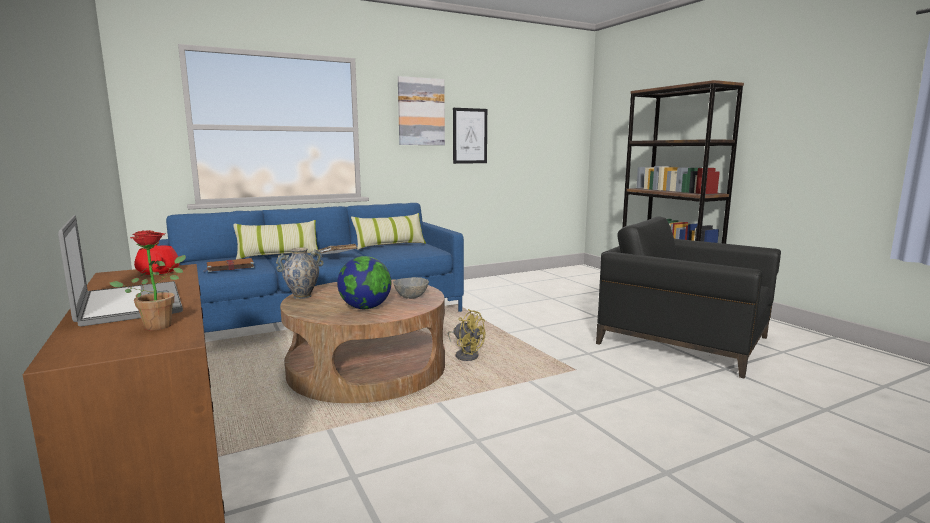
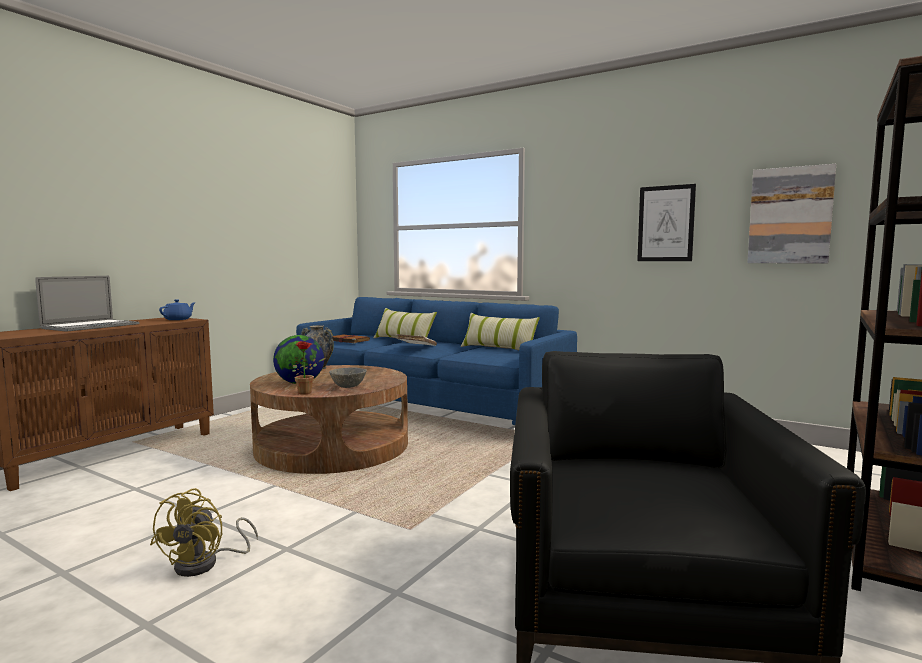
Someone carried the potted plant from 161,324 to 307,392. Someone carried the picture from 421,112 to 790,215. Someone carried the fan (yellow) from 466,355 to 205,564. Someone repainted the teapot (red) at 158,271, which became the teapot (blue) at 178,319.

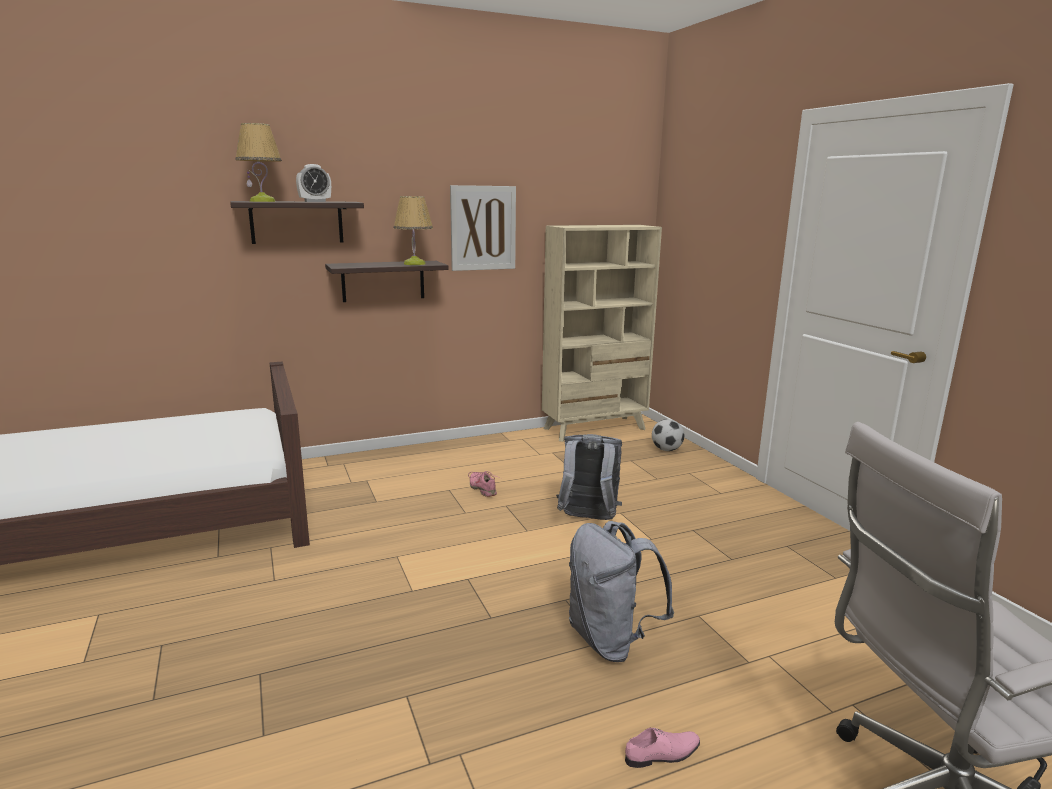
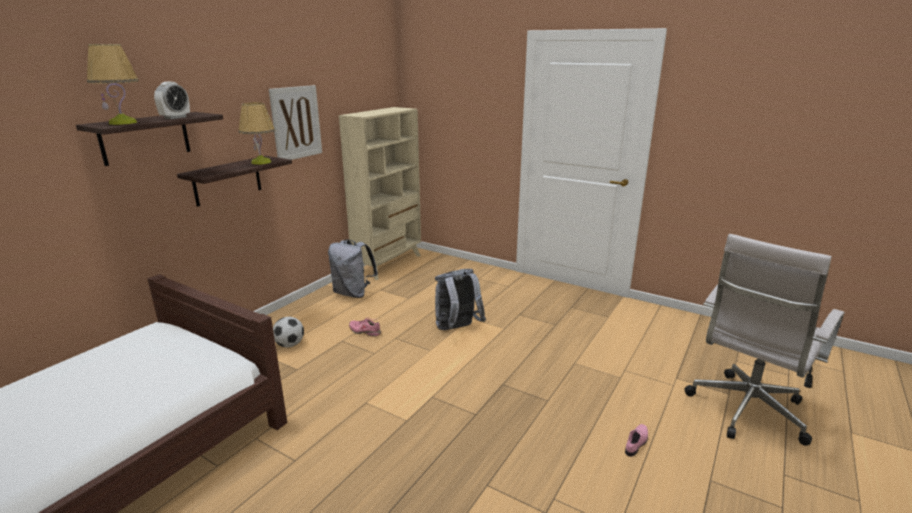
Someone carried the backpack (grey) from 611,640 to 353,293. Someone carried the football from 666,450 to 290,345.

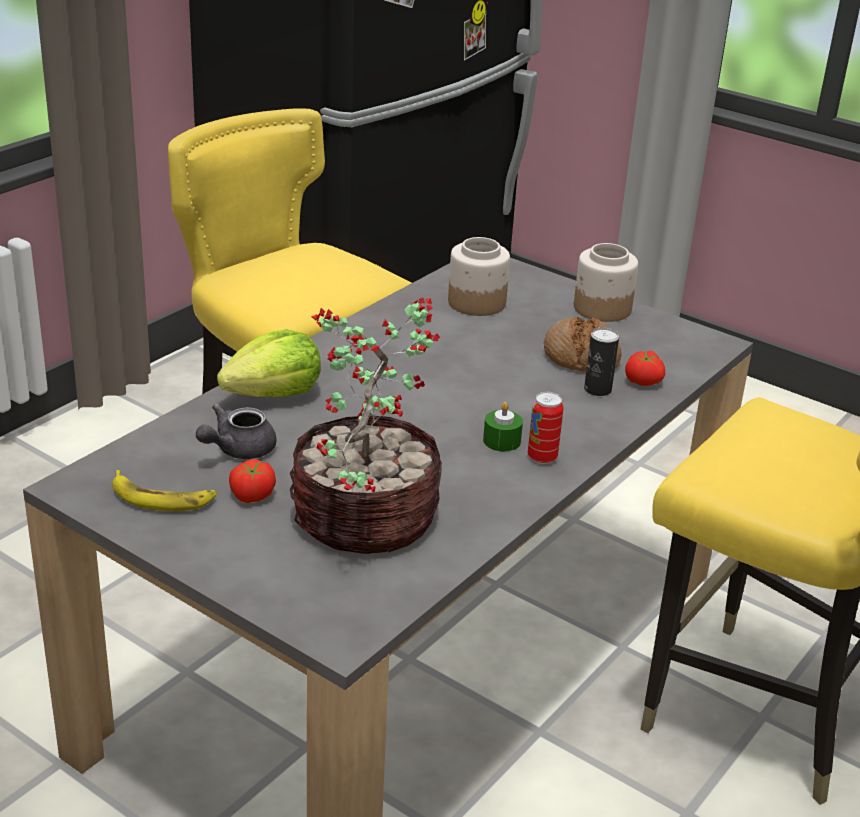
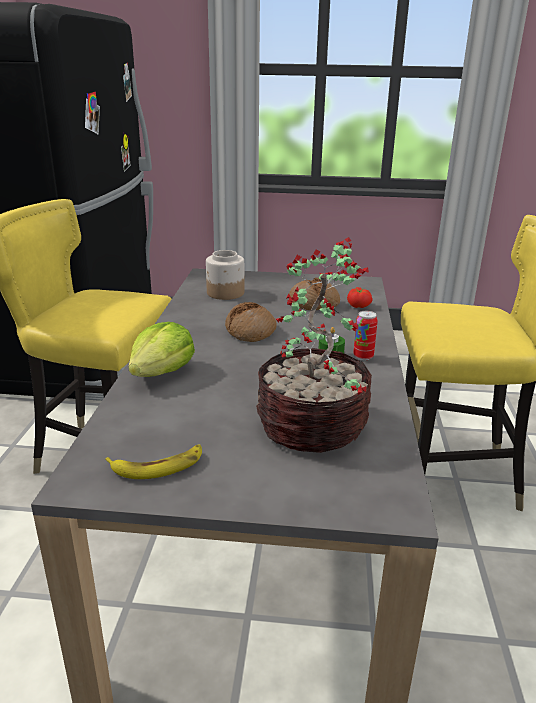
Someone took away the teapot (grey) at 237,450. Someone took away the tomato at 251,494. Someone took away the jar at 602,309. Someone took away the can at 597,389. Someone put down the bread at 251,331.

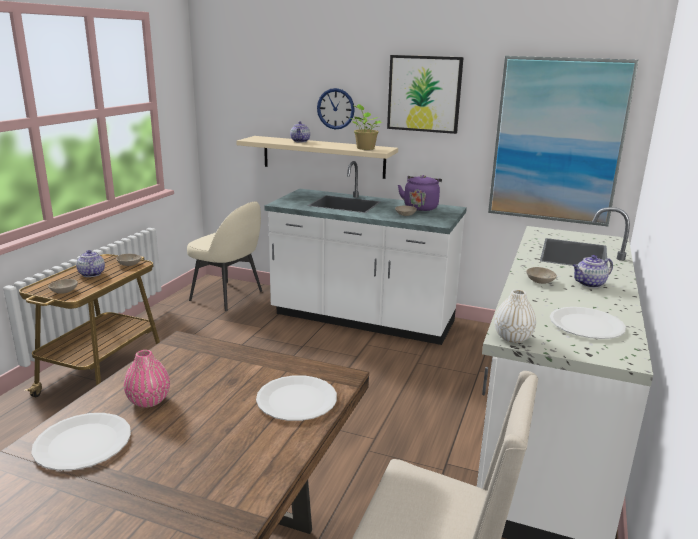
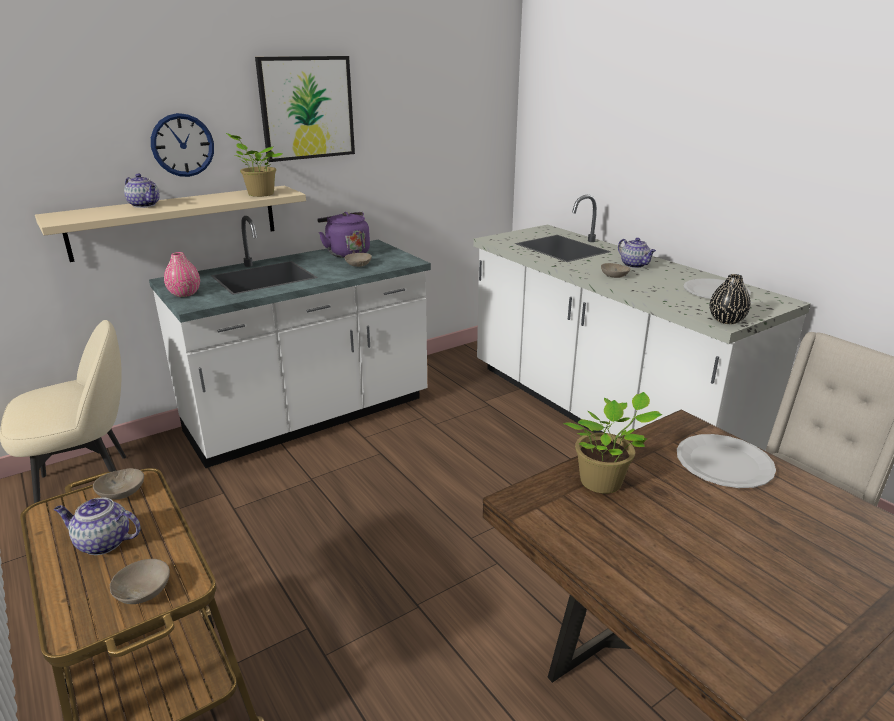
Someone took away the plate (white) at 83,443. Someone took away the picture at 557,141. Someone put down the potted plant at 604,483. Someone carried the vase (pink) from 149,401 to 184,294. Someone repainted the vase (white) at 512,338, which became the vase (black) at 726,320. Someone rotated the teapot at 589,284 by 45 degrees counterclockwise.

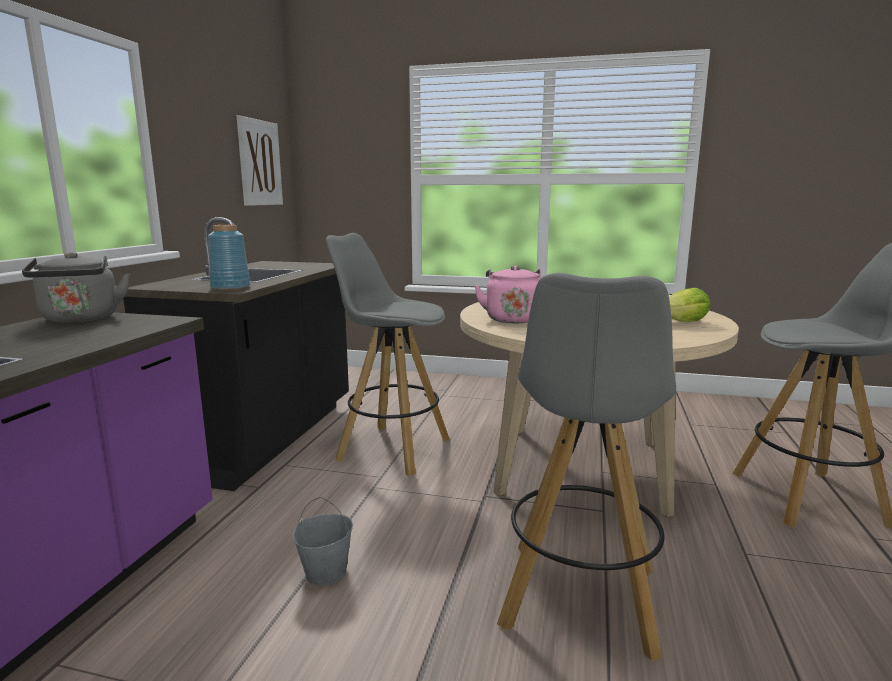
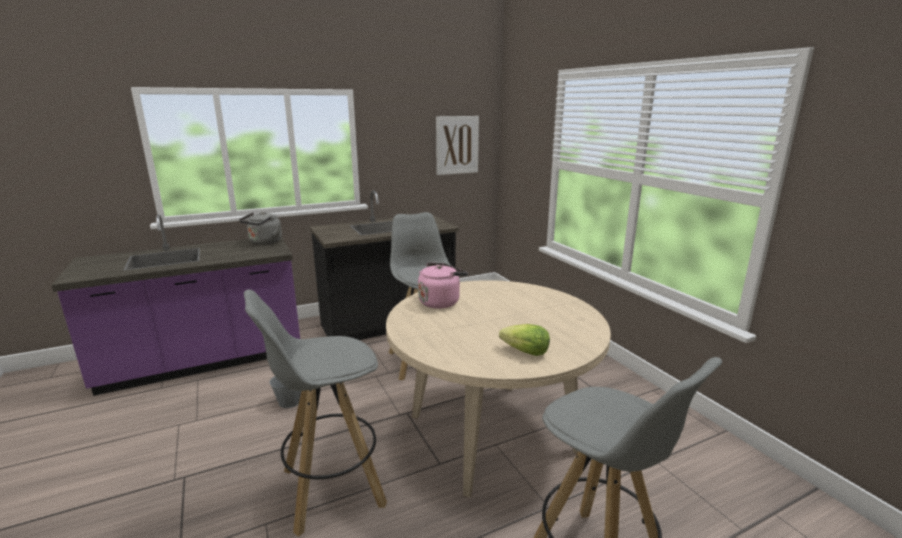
Someone took away the vase (blue) at 231,288.

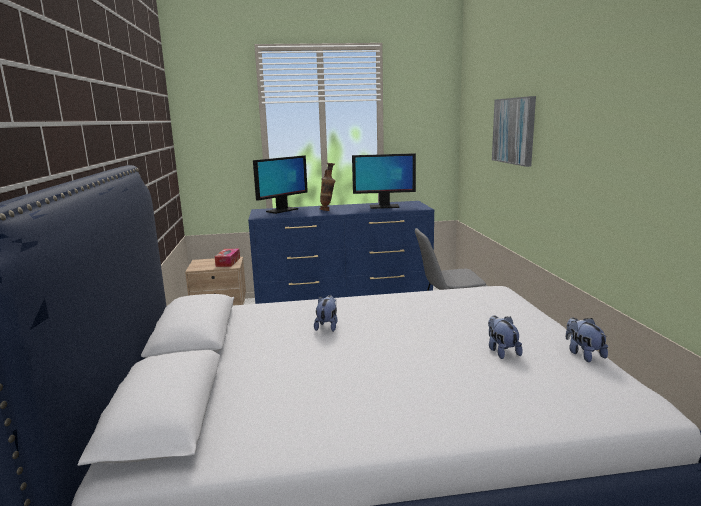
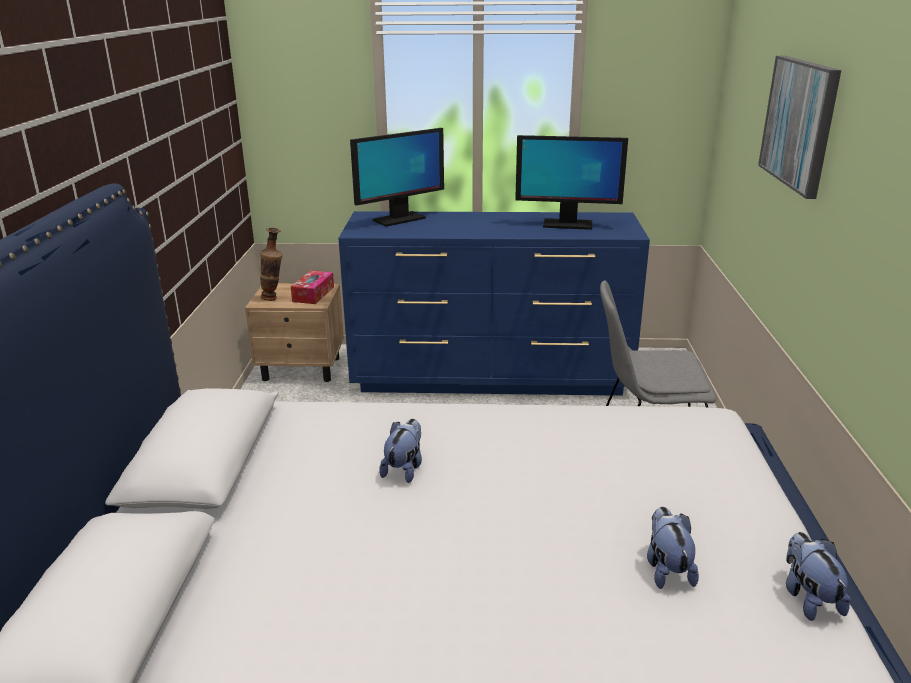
Someone carried the vase from 328,210 to 274,299.

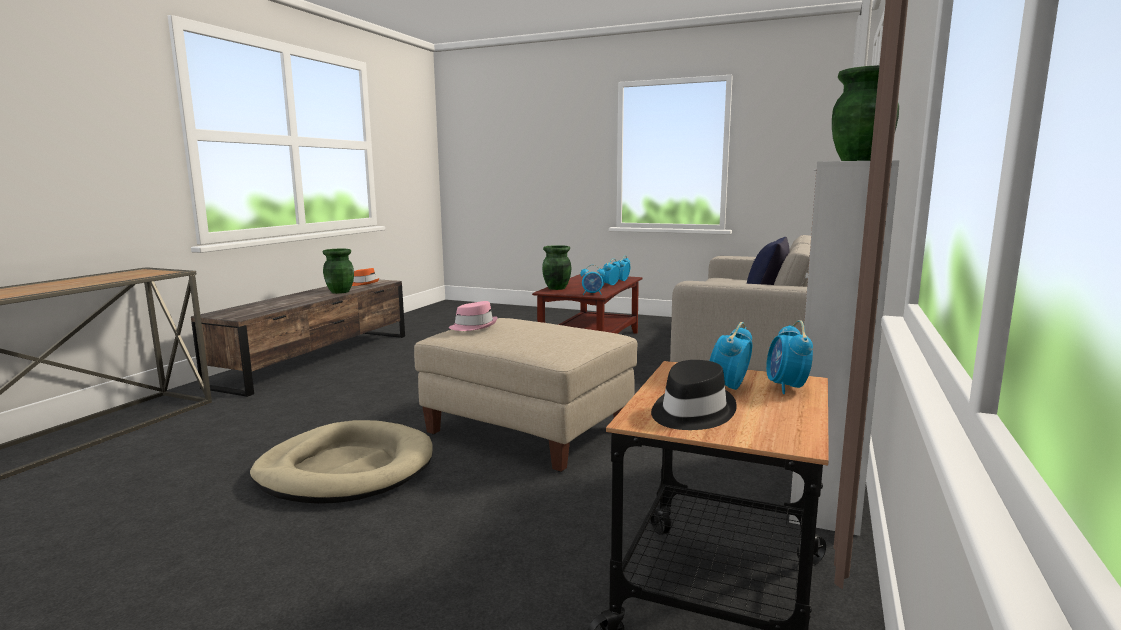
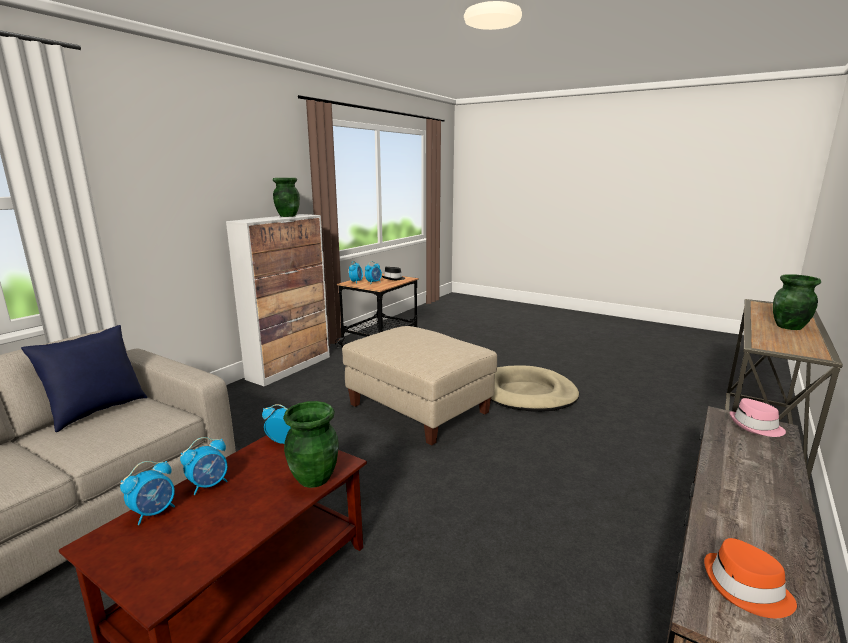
Someone carried the vase (green) from 340,292 to 789,327. Someone carried the hat (pink) from 474,326 to 756,426.

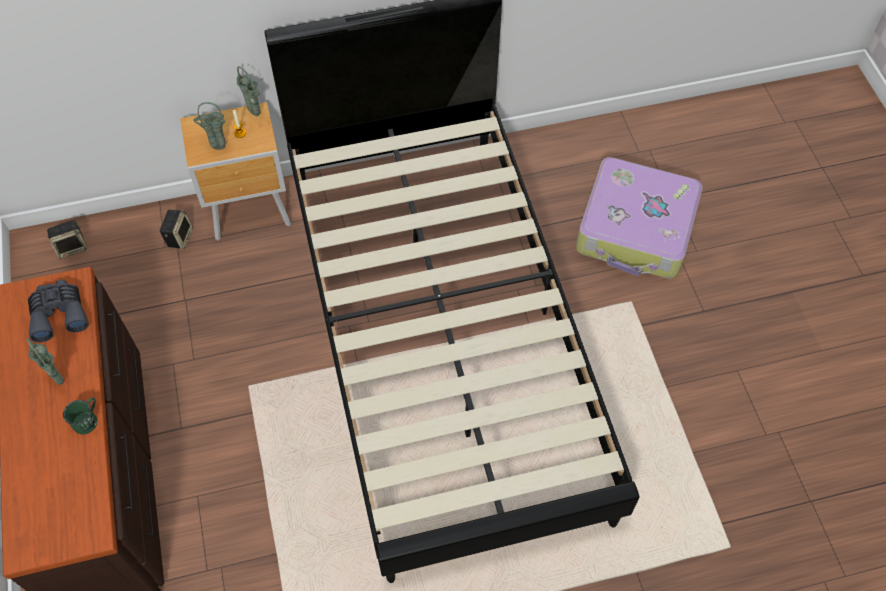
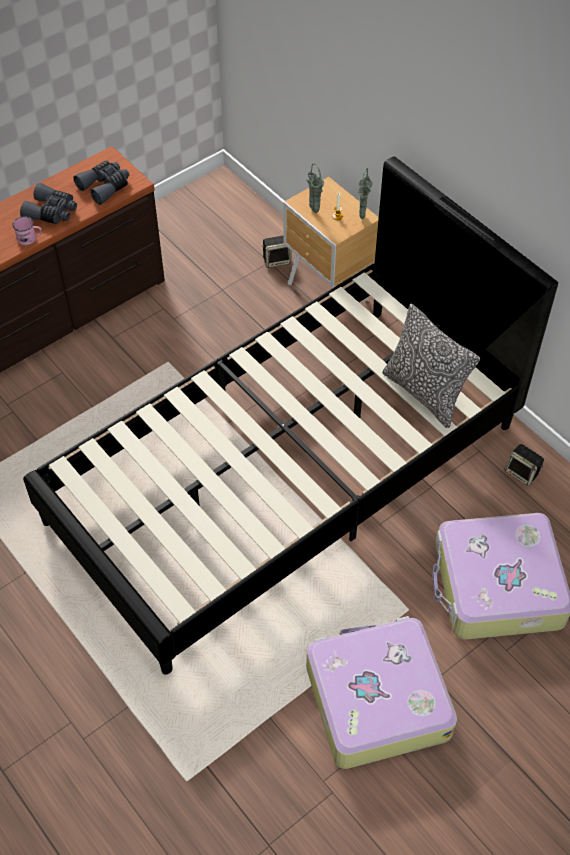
Someone put down the suitcase at 376,699. Someone put down the pillow at 424,393. Someone carried the speaker from 72,247 to 522,473. Someone swapped the vase (green) at 60,382 for the binoculars (grey) at 52,212. Someone repainted the mug (green) at 88,419, which became the mug (pink) at 30,239.

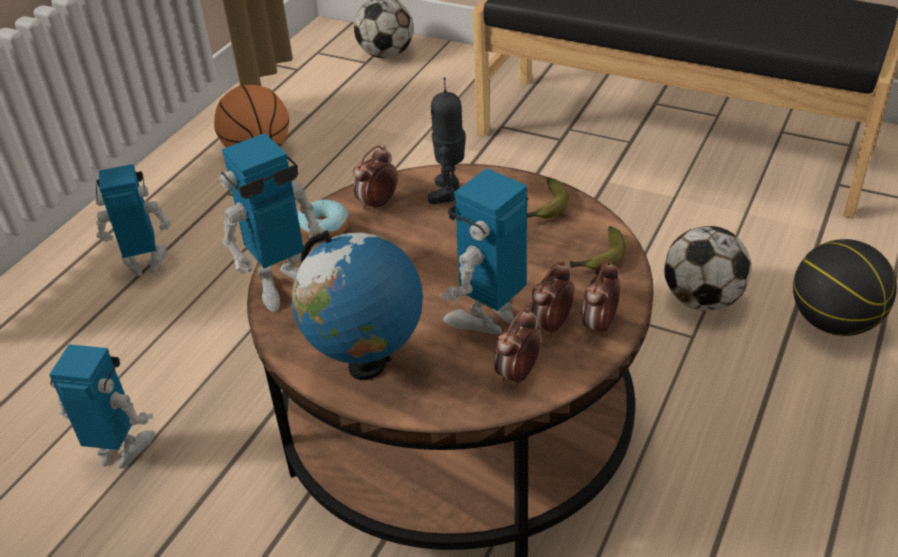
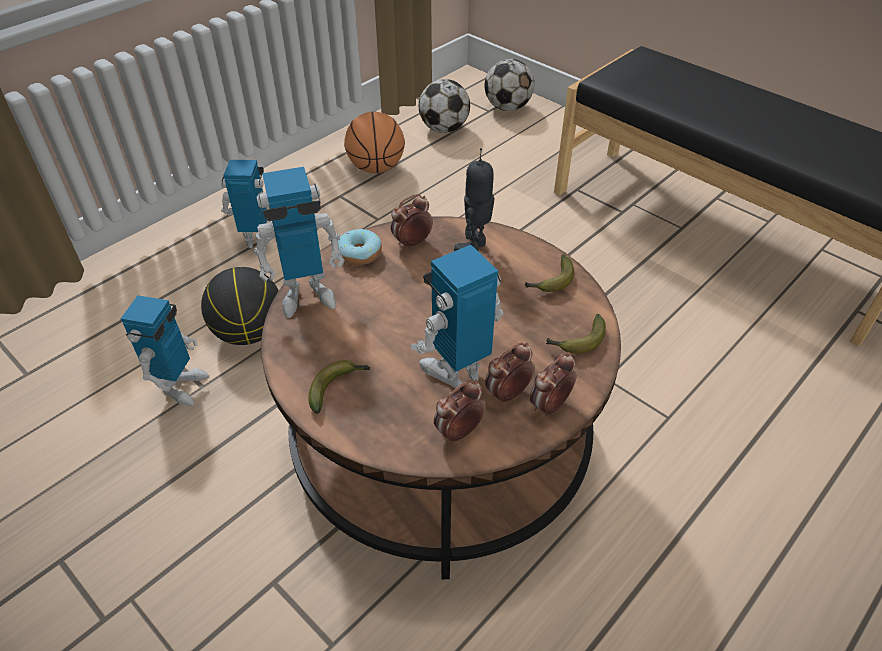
Someone carried the football from 702,299 to 444,129. Someone carried the basketball from 834,322 to 248,333. Someone swapped the globe at 366,366 for the banana at 338,387. Someone rotated the toy robot at 120,451 by 75 degrees clockwise.

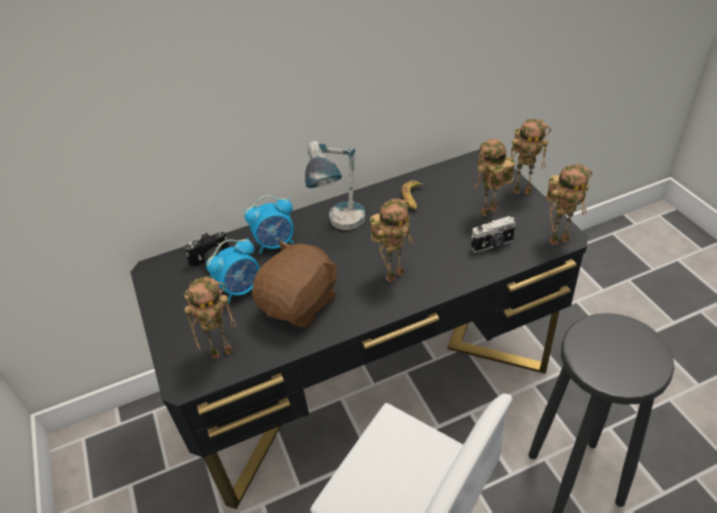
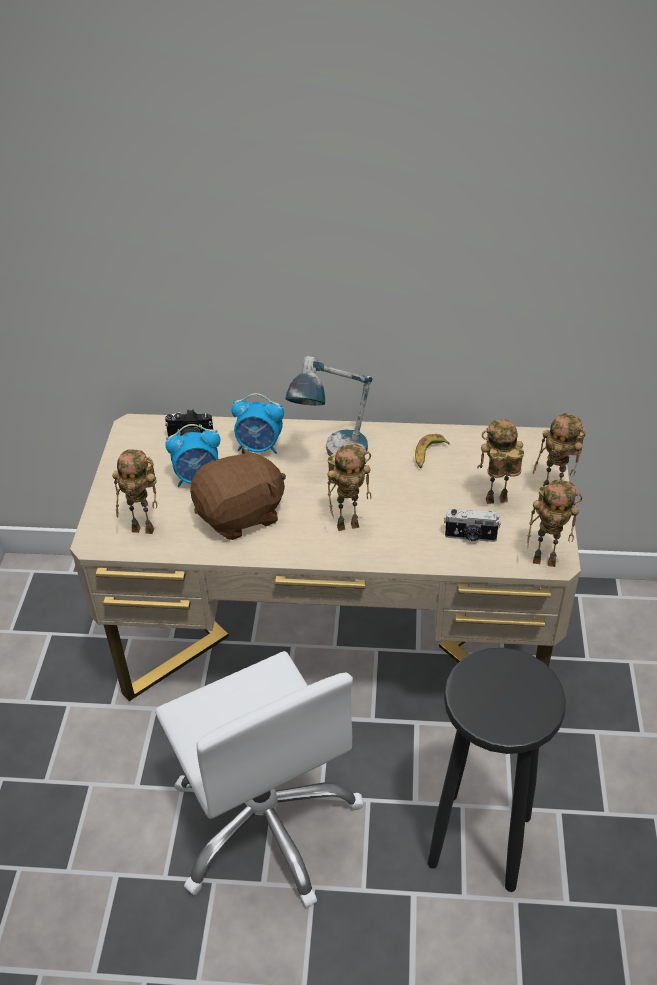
Someone repainted the desk (black) at 370,381, which became the desk (beige) at 333,642.

